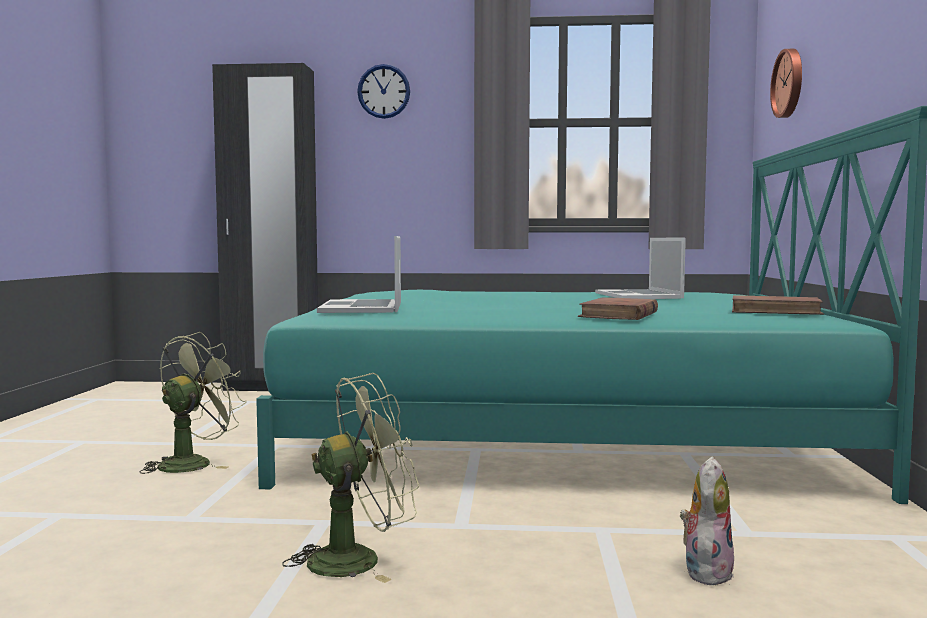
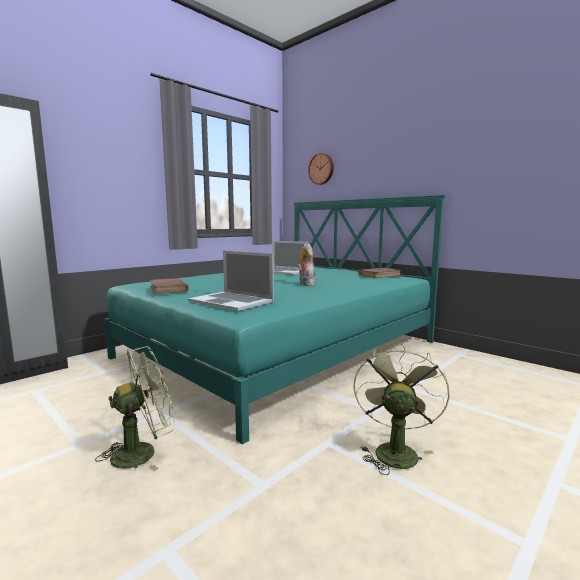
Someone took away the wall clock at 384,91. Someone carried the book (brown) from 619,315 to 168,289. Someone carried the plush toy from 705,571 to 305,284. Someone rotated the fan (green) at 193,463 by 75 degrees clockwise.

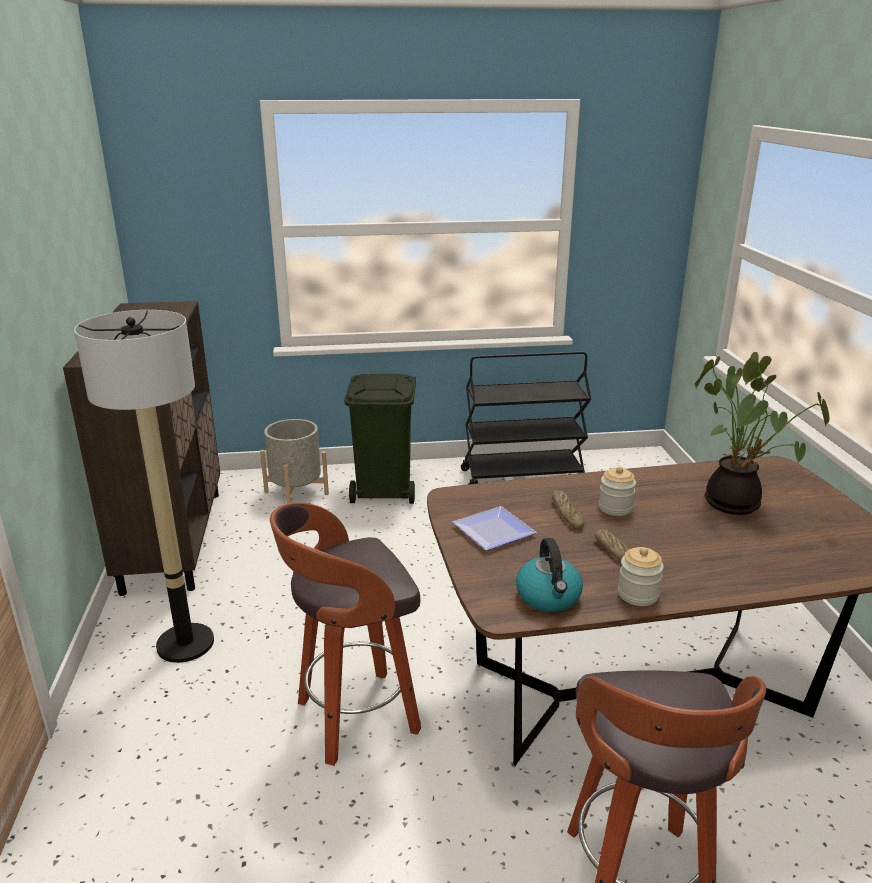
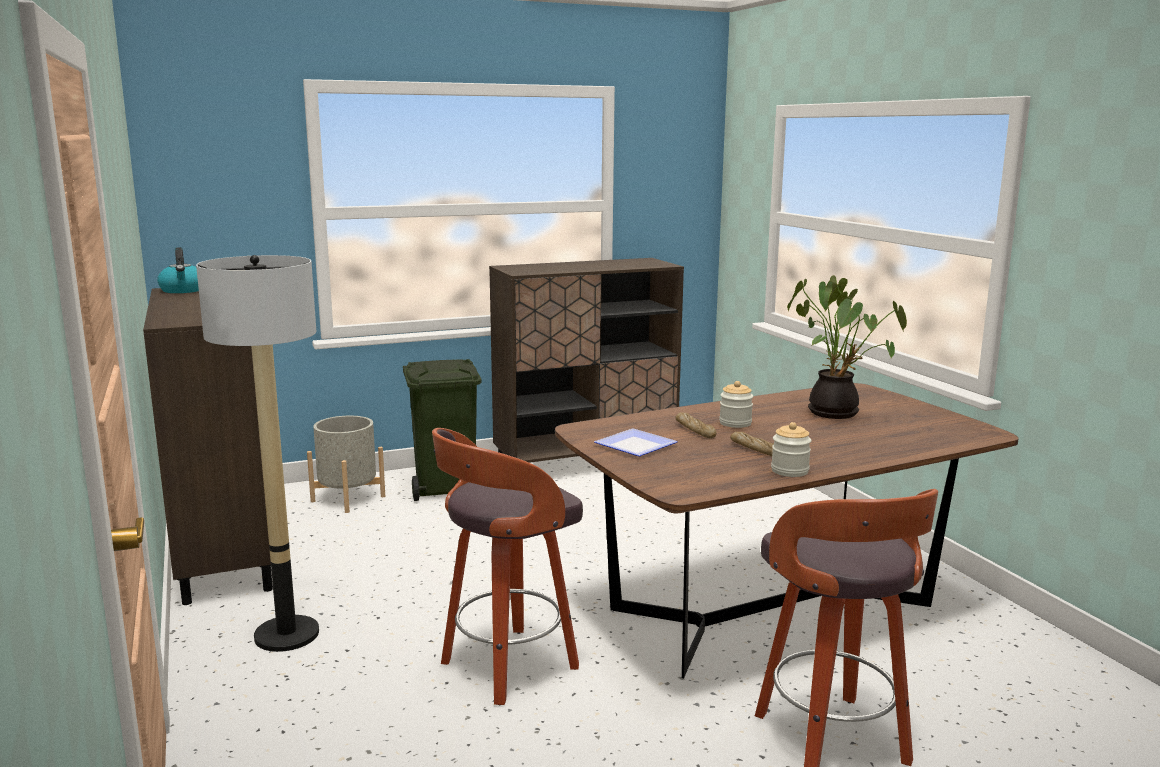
Someone carried the kettle from 549,597 to 183,290. Someone swapped the cart (black) at 522,476 for the cabinet (brown) at 586,463.

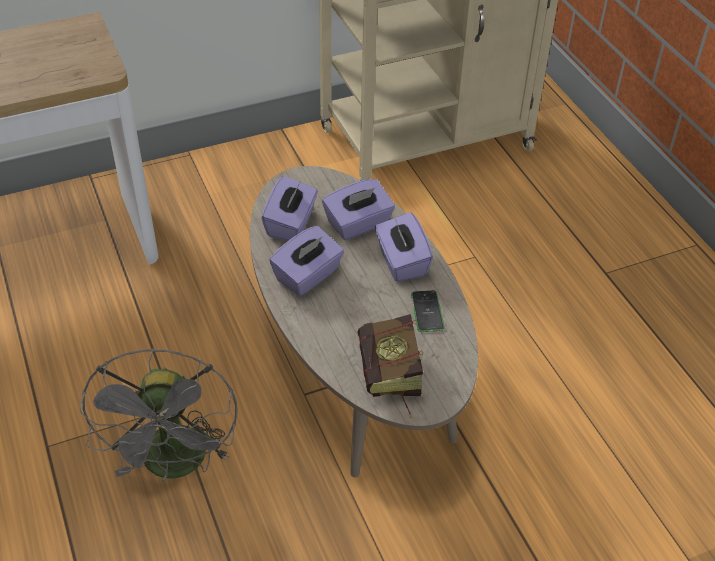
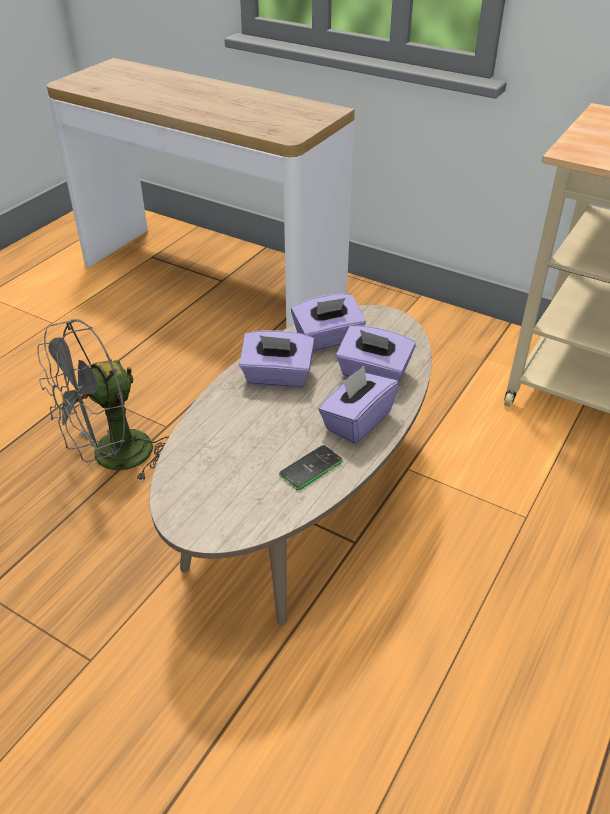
Someone took away the book at 390,381.

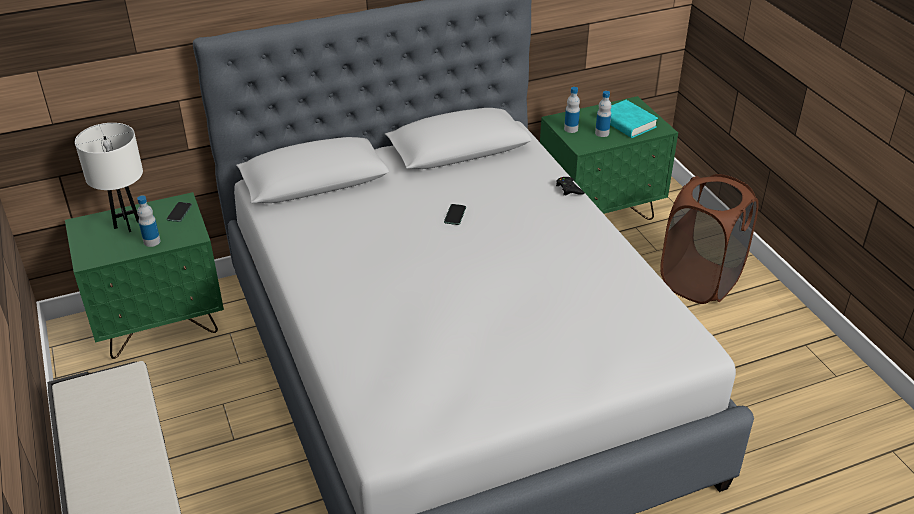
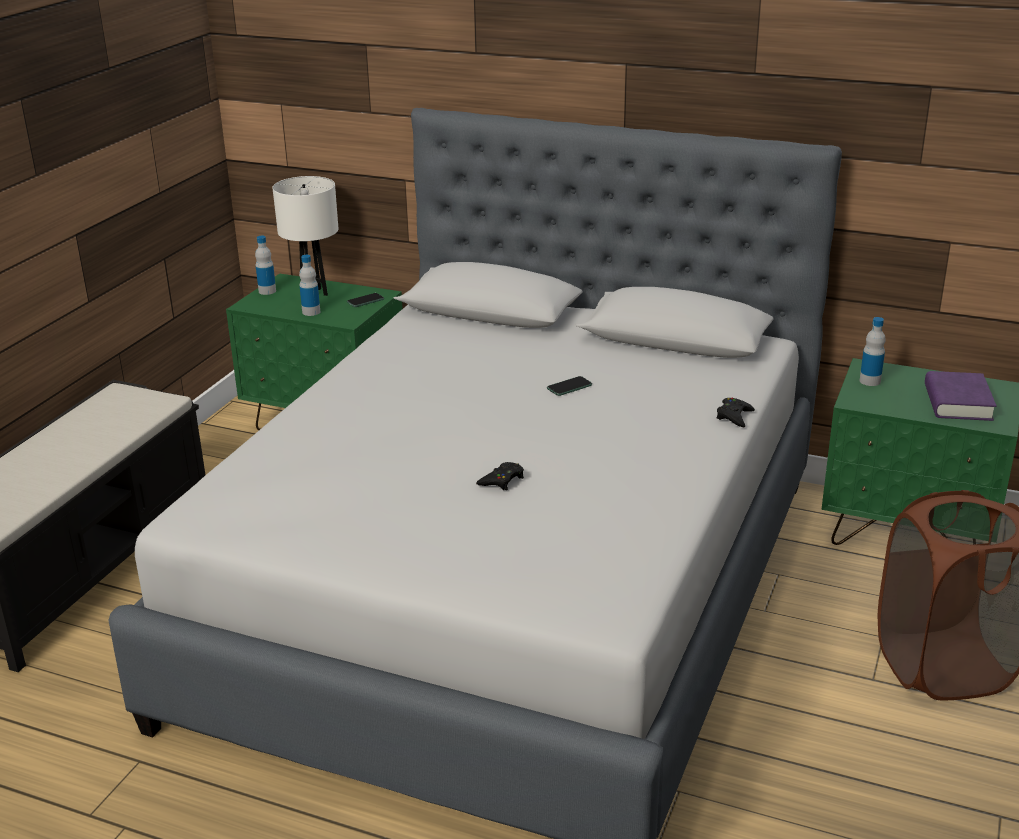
Someone put down the game controller (black) at 502,480. Someone carried the bottle from 602,133 to 267,291. Someone repainted the book (turquoise) at 627,123, which became the book (purple) at 957,402.

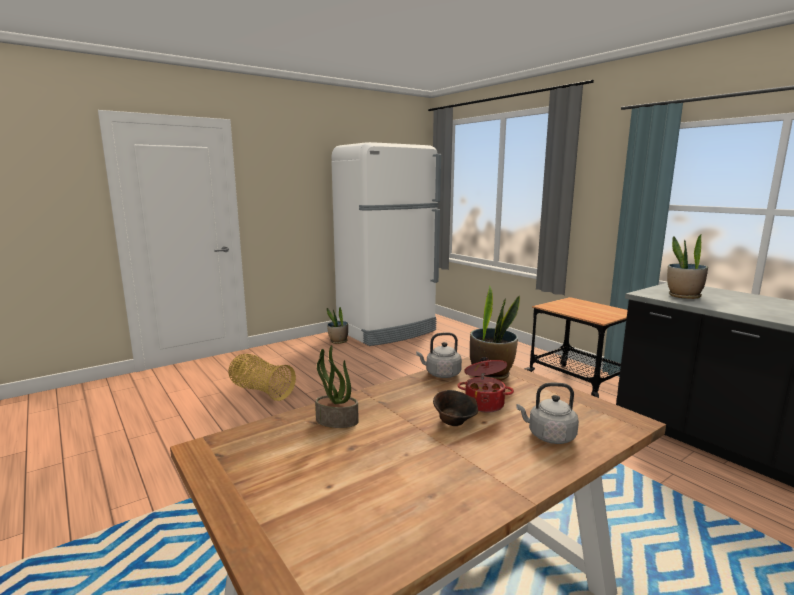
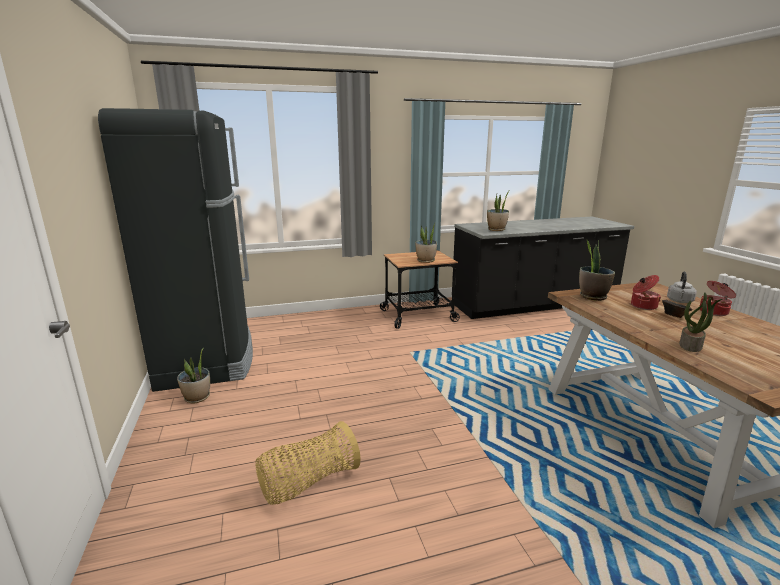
Someone took away the kettle (grey) at 441,374. Someone put down the potted plant at 425,261. Someone put down the cooking pot at 714,312. Someone repainted the fridge (white) at 387,331, which became the fridge (black) at 207,359.

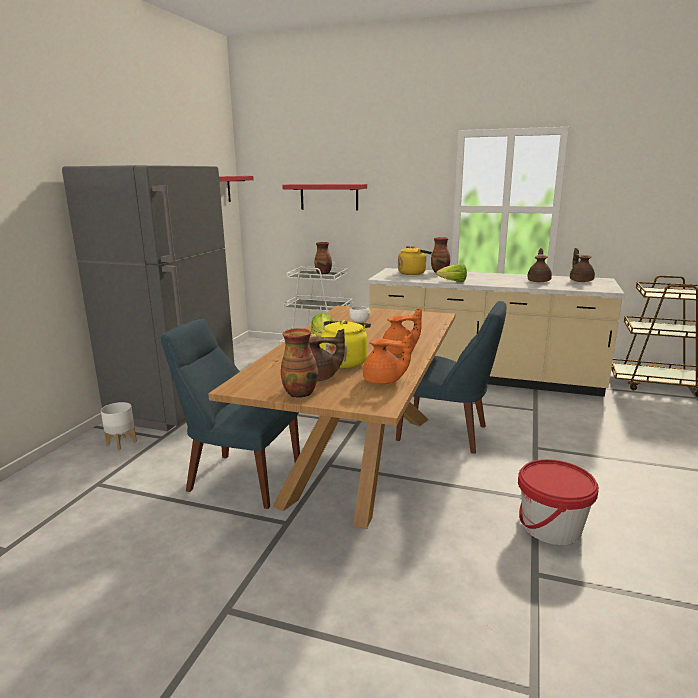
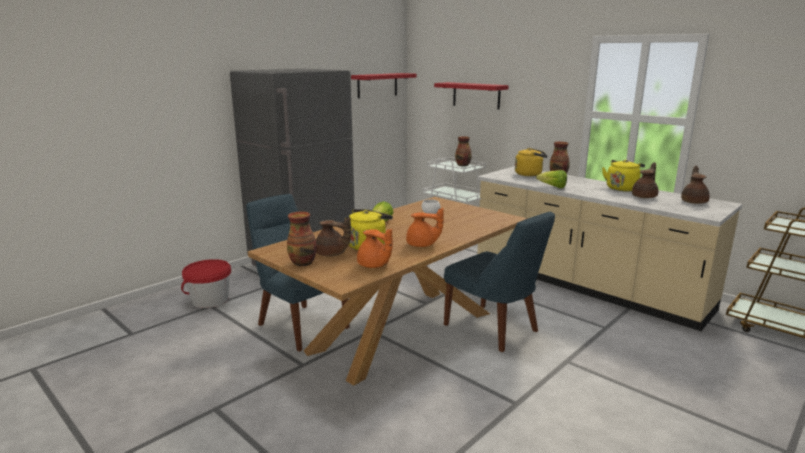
Someone took away the planter (white) at 121,443. Someone put down the kettle (yellow) at 622,188. Someone carried the bucket (red) from 551,527 to 210,300.

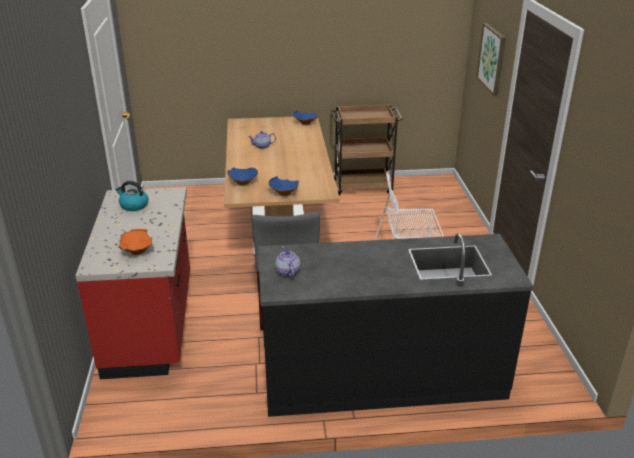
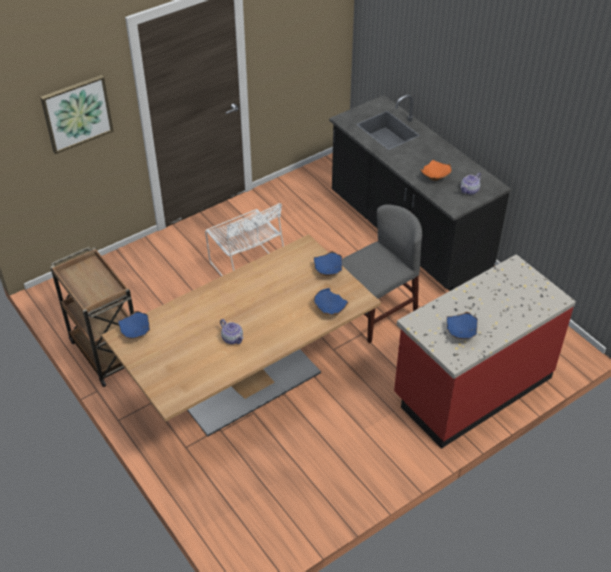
Someone carried the bowl (orange) from 136,251 to 435,178. Someone swapped the kettle at 133,206 for the bowl (blue) at 461,334.

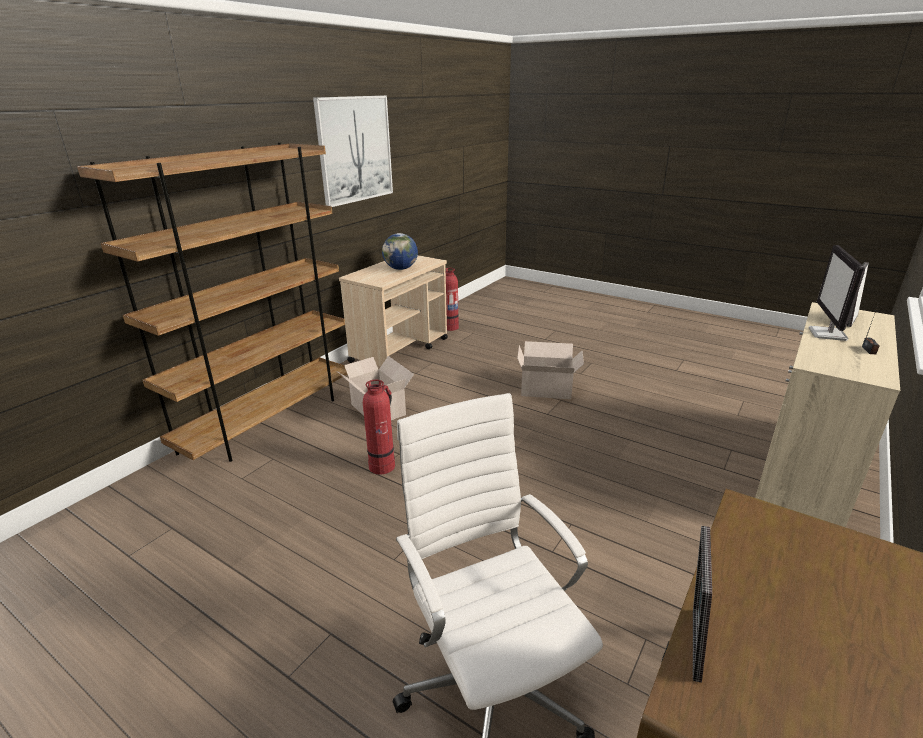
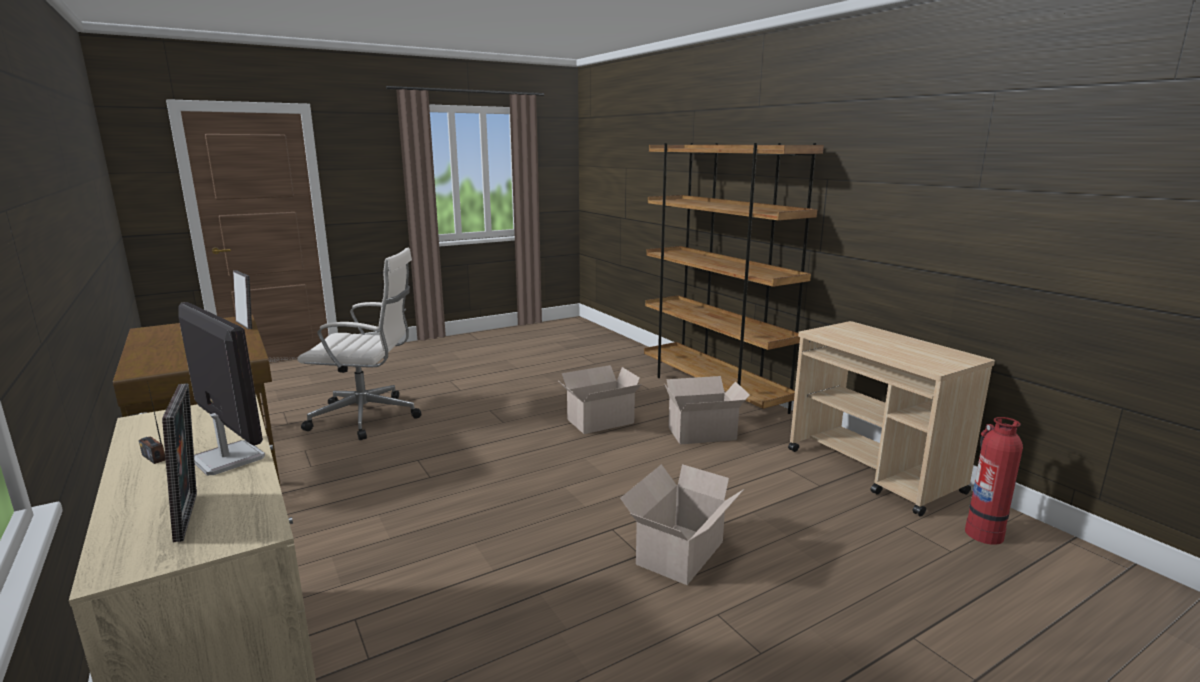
Someone took away the picture at 355,150. Someone took away the globe at 401,269. Someone swapped the fire extinguisher at 382,466 for the cardboard box at 598,421.

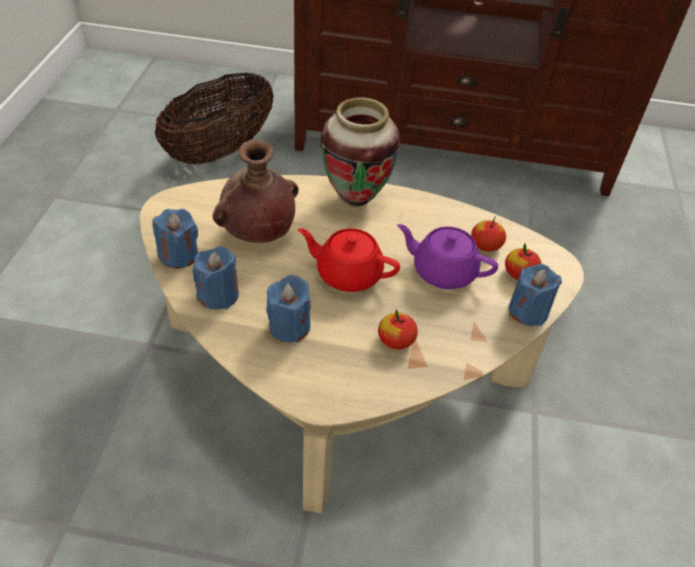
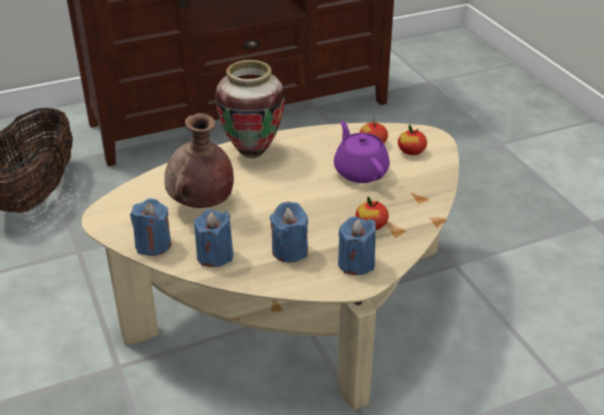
Someone took away the teapot (red) at 348,273. Someone carried the candle (blue) from 528,311 to 356,263. Someone rotated the teapot (purple) at 443,271 by 75 degrees clockwise.

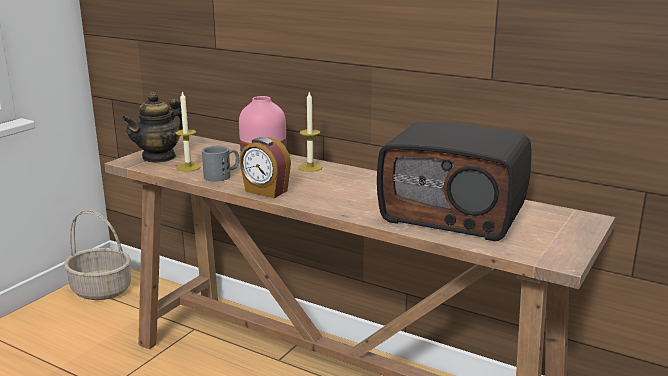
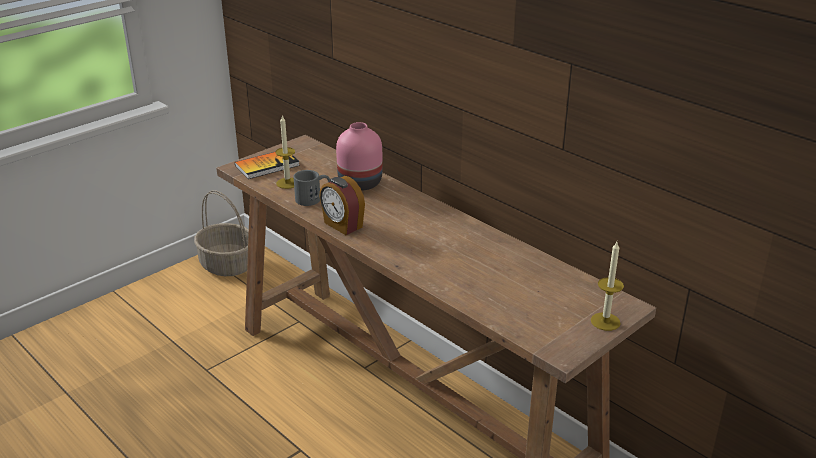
Someone took away the radio at 454,214. Someone carried the candle from 310,167 to 605,321. Someone swapped the teapot at 159,157 for the book at 267,165.

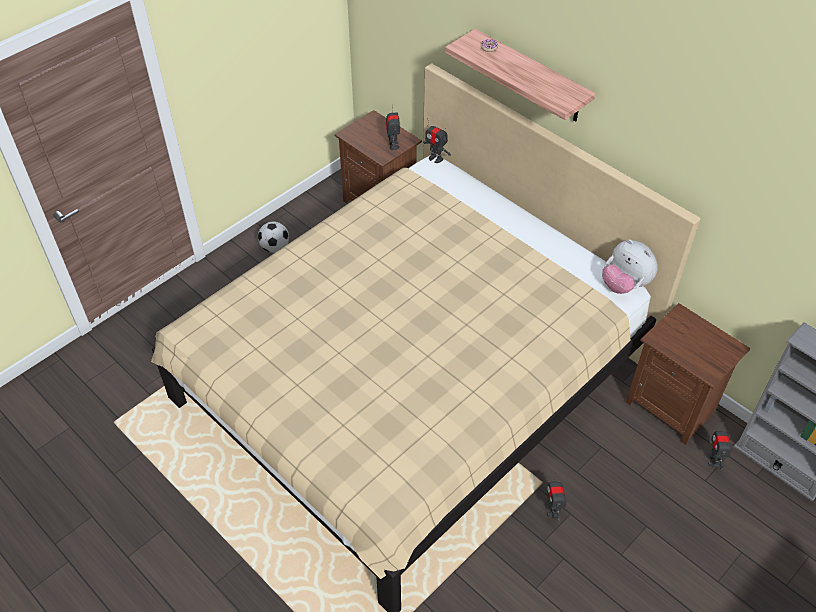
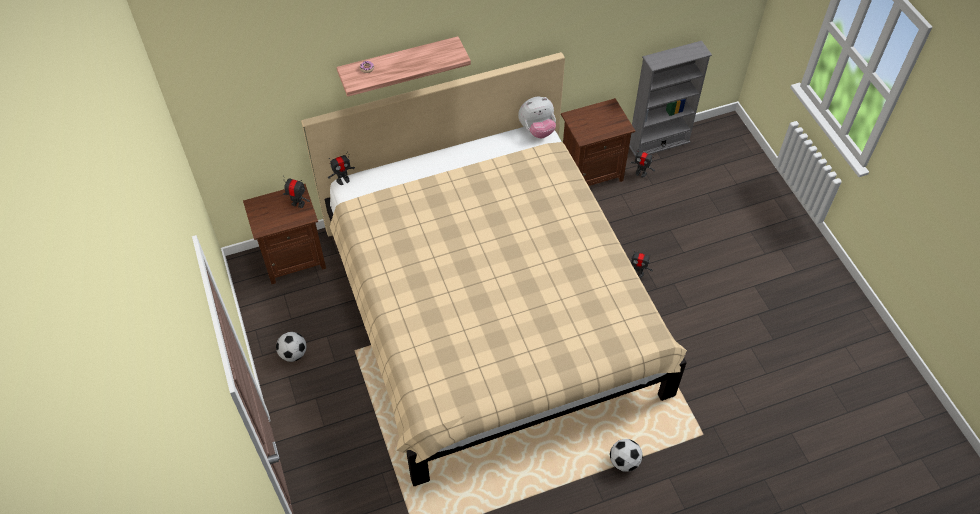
Someone put down the football at 624,461.

